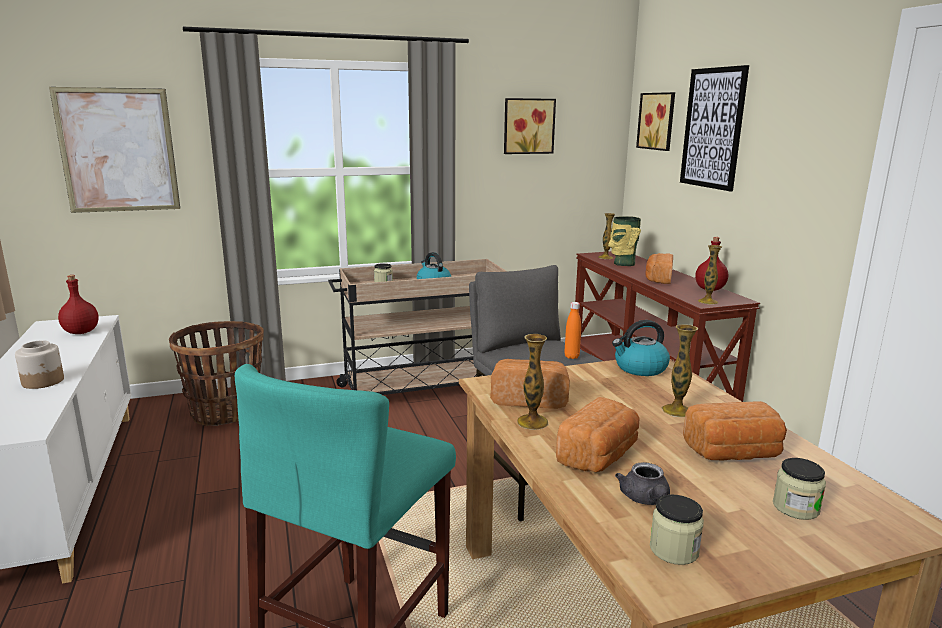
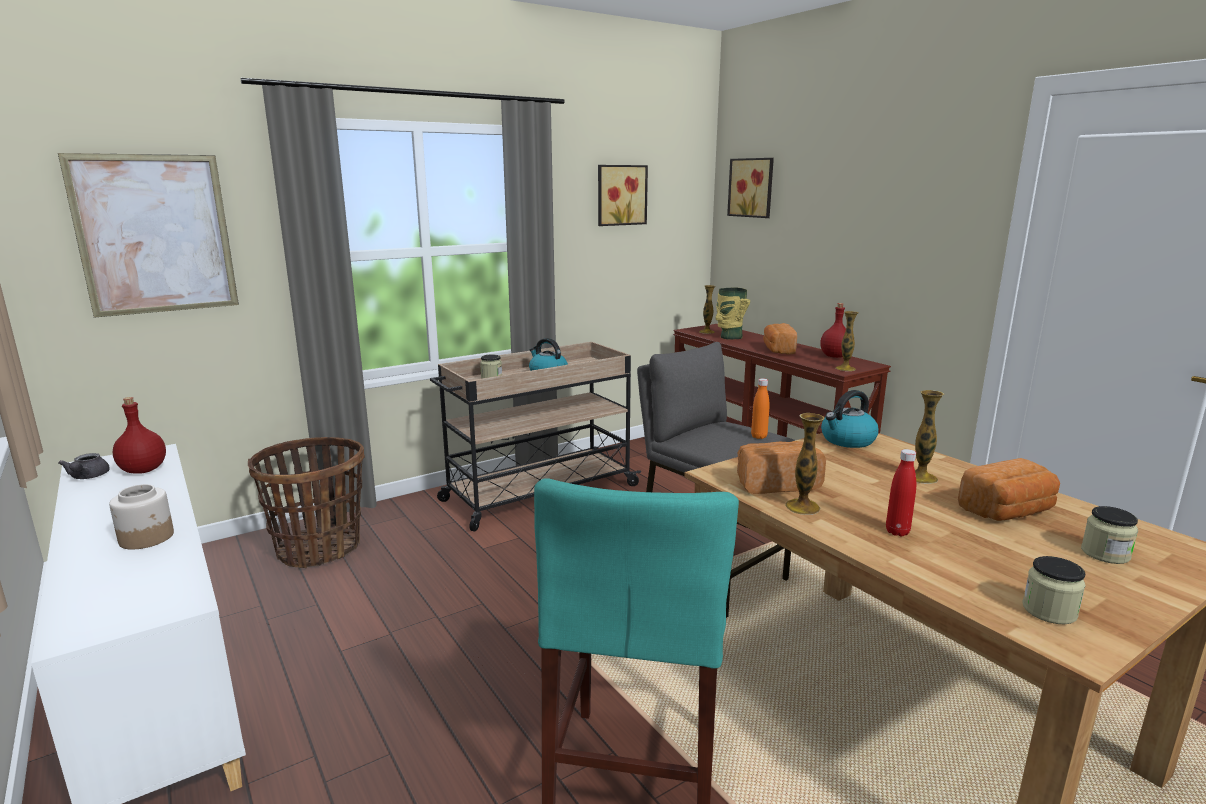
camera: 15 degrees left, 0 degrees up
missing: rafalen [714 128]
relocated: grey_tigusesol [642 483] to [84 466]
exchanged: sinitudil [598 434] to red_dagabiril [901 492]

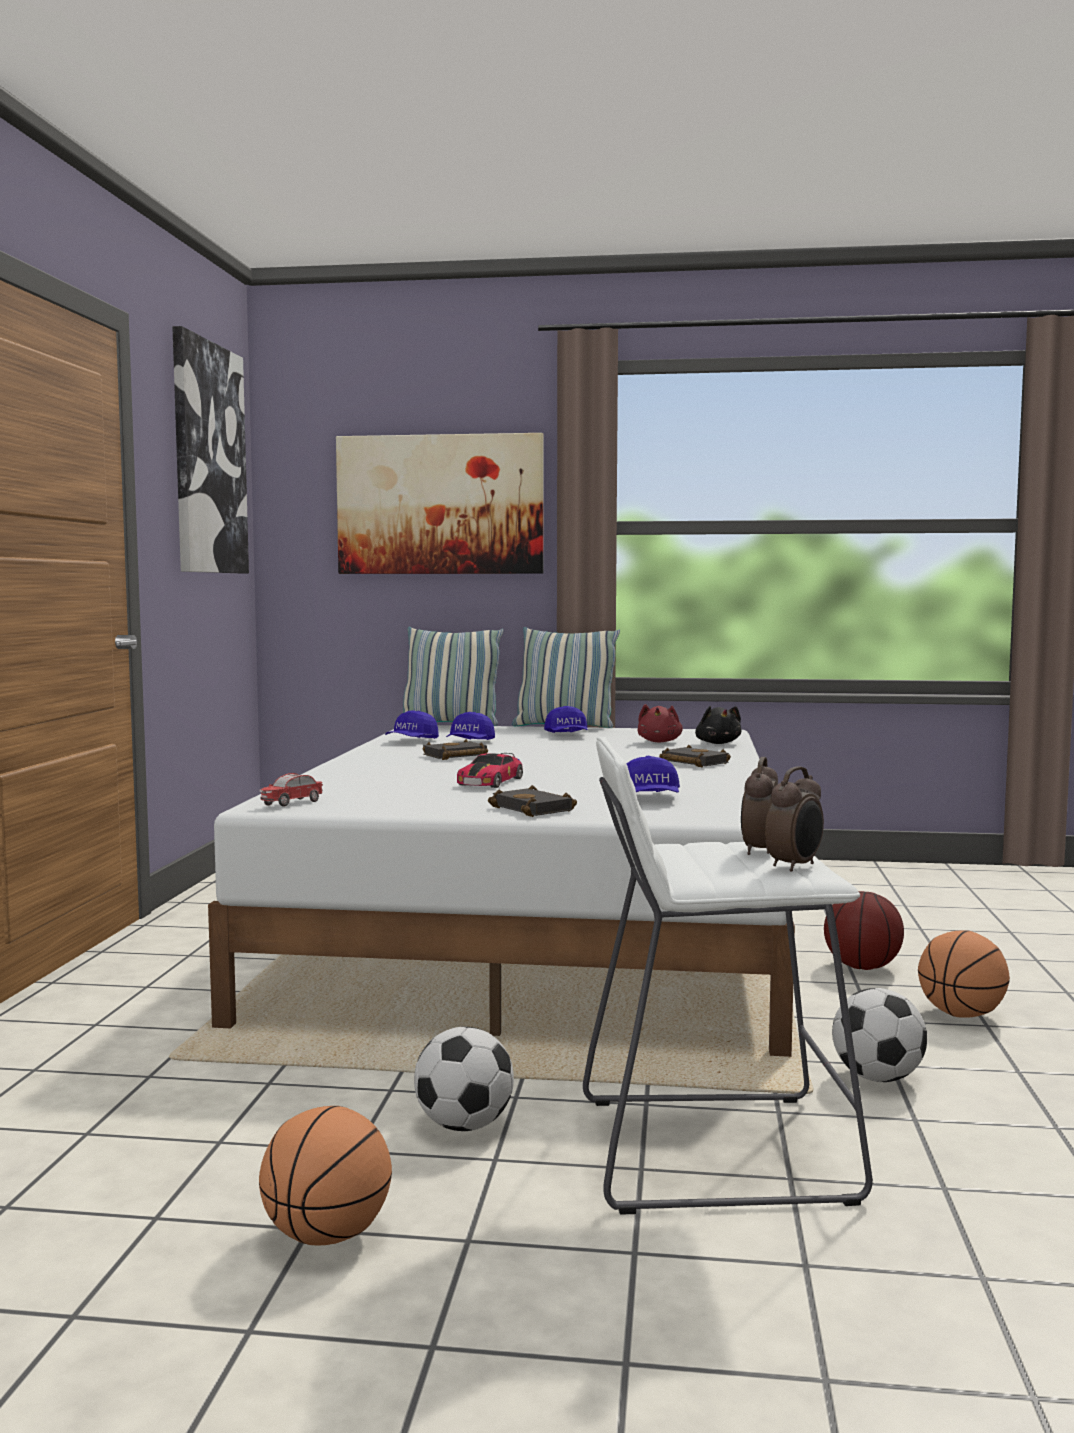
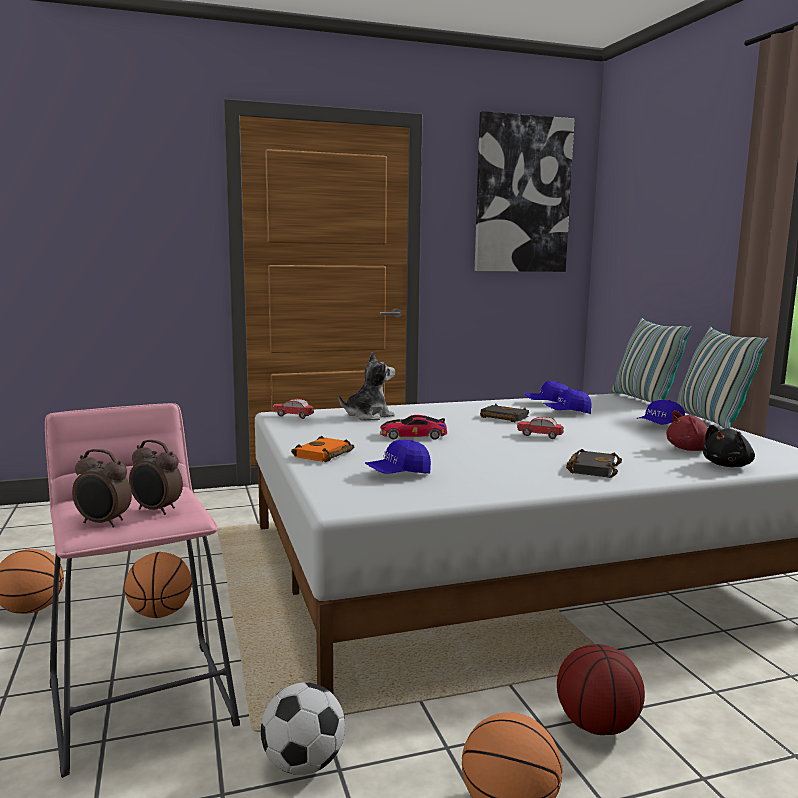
camera: 65 degrees right, 5 degrees up
missing: rafalen [440 503]
appeared: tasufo [367 386]; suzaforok [540 428]
exchanged: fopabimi [464 1079] to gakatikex [158 585]
colour: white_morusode [728 975] to pink_morusode [142 590]; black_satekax [532 801] to orange_satekax [322 449]
spun: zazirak [759 806] = [156 477] 150 degrees counterclockwise

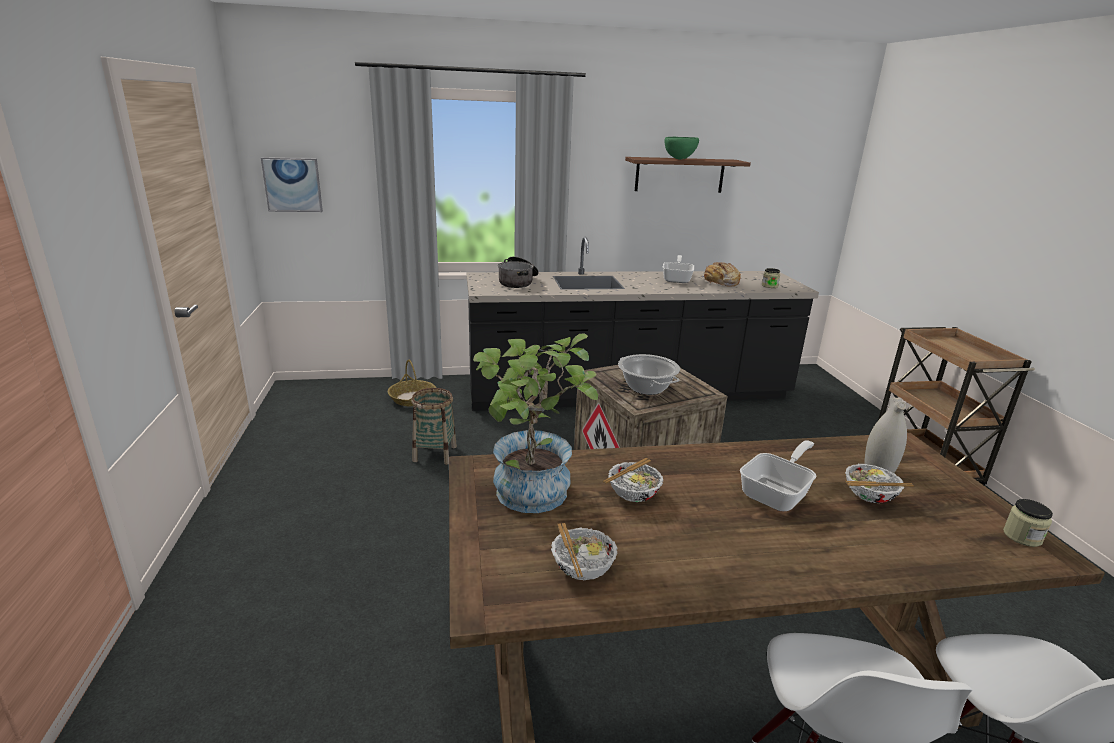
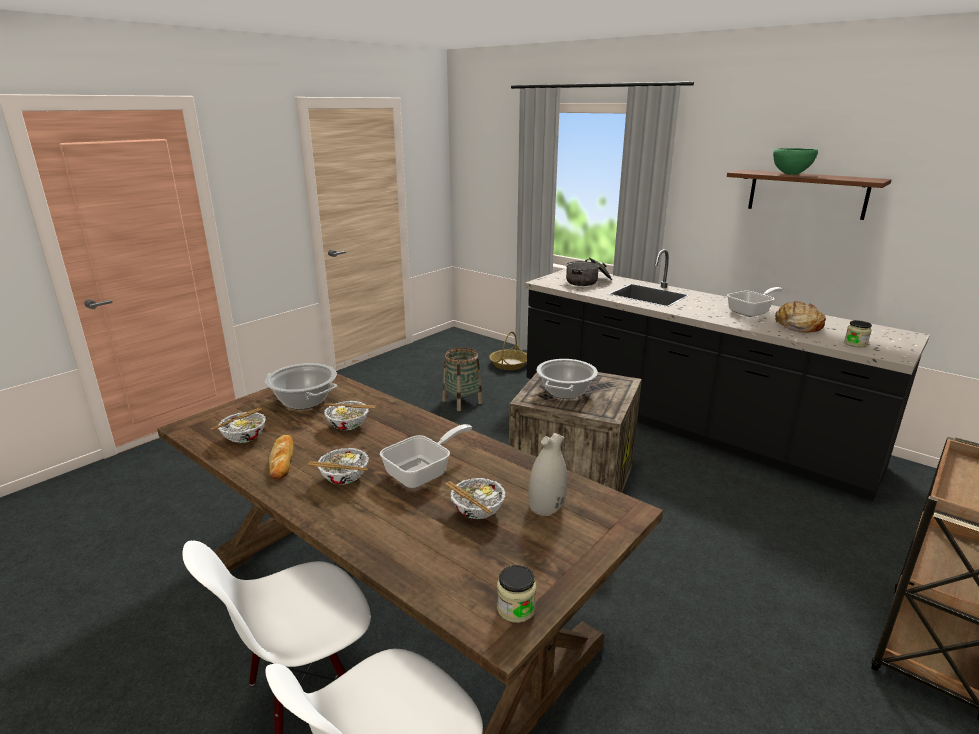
camera: 50 degrees right, 0 degrees up
missing: rafalen [292 184]
appeared: sinitudil [281 457]; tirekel [338 466]
exchanged: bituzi [535 423] to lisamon [301 386]
spun: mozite [778 475] = [426 456] 45 degrees counterclockwise

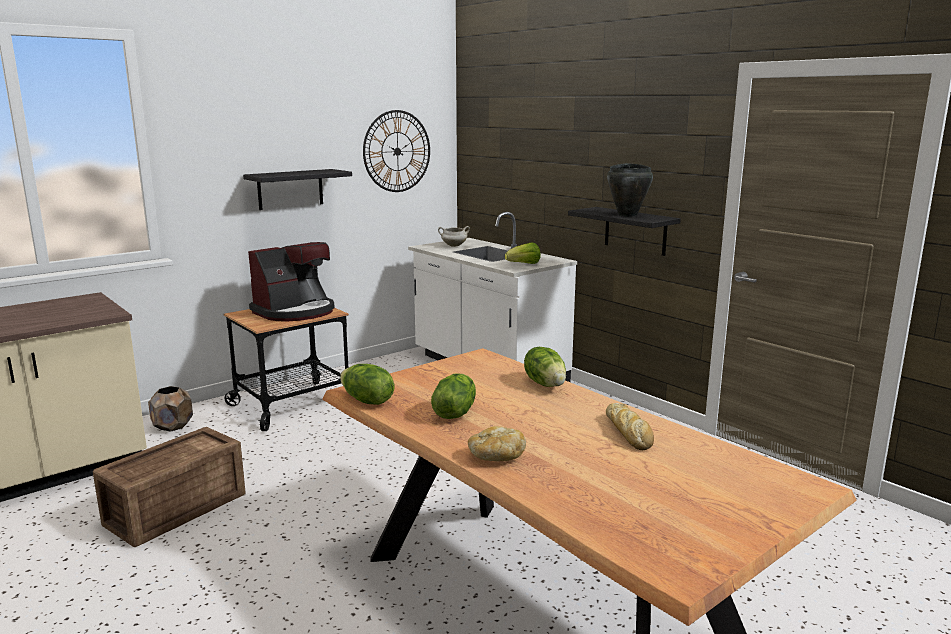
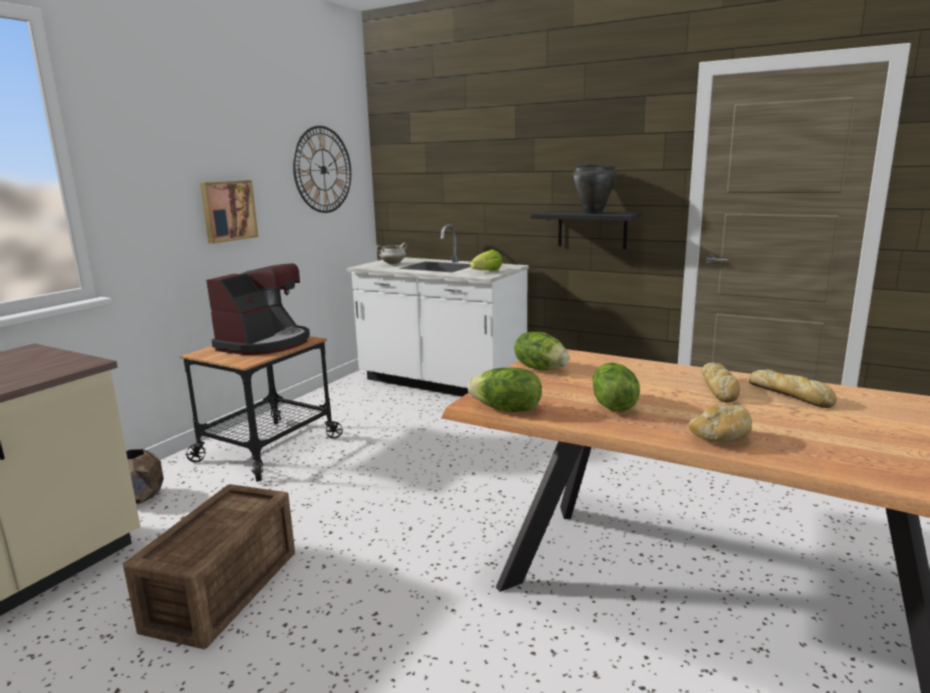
camera: 20 degrees left, 0 degrees up
appeared: sinitudil [721 382]
relocated: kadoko [545 367] to [542 351]
exchanged: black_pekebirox [297 189] to rafalen [229 212]

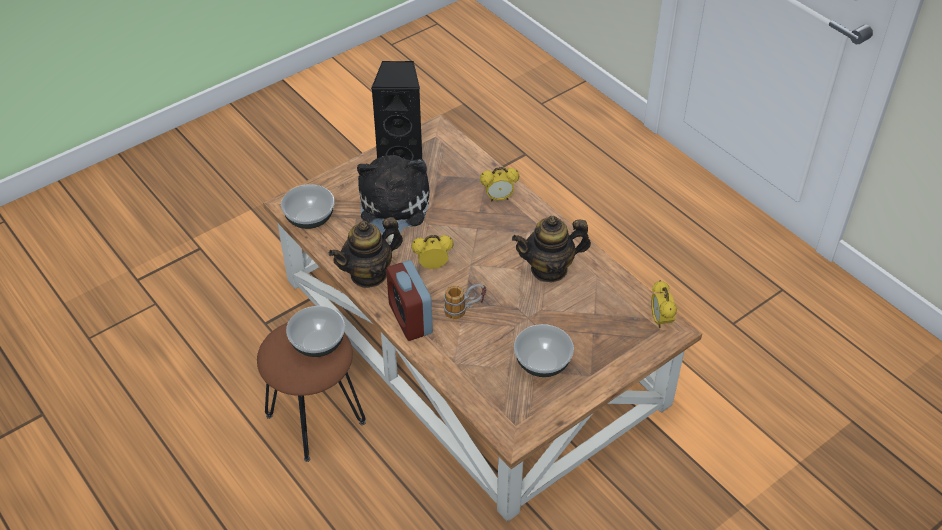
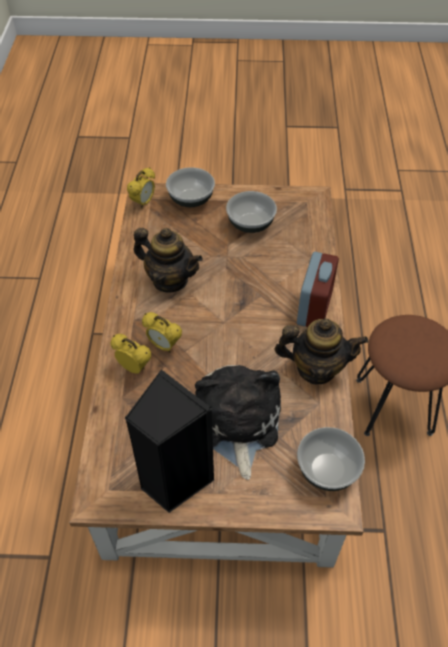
camera: 140 degrees left, 5 degrees up
missing: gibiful [465 301]
relocated: zazirak [432 252] to [162 332]; tirekel [315 331] to [190 187]
spun: tasufo [393 199] = [238 422] 135 degrees clockwise

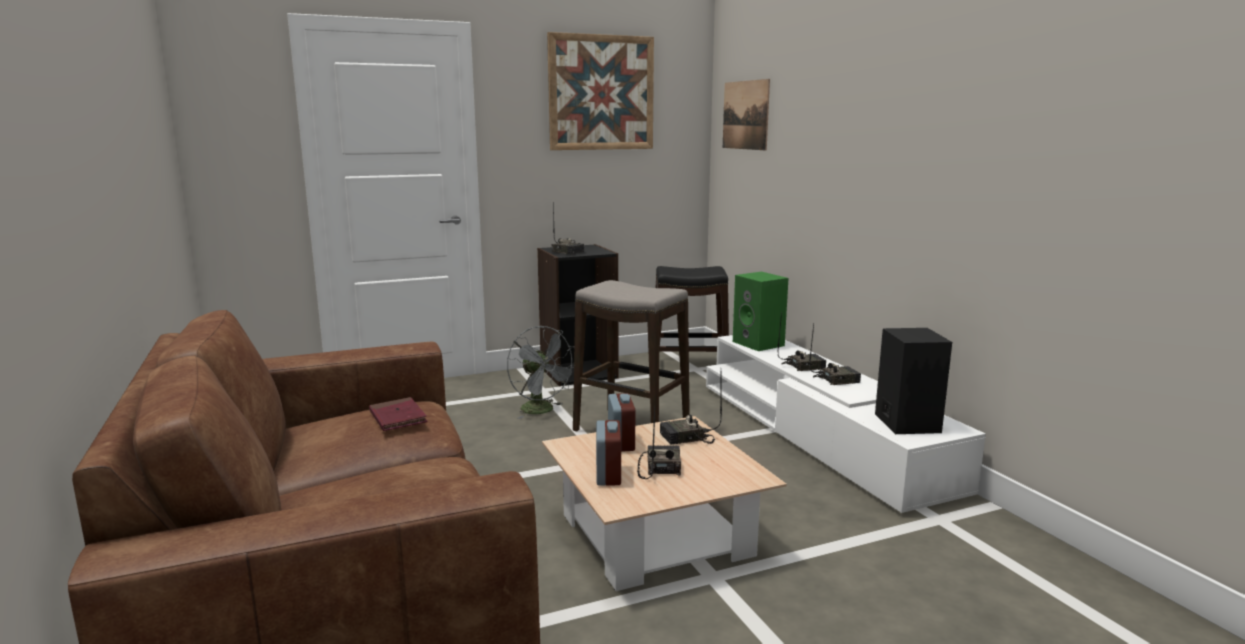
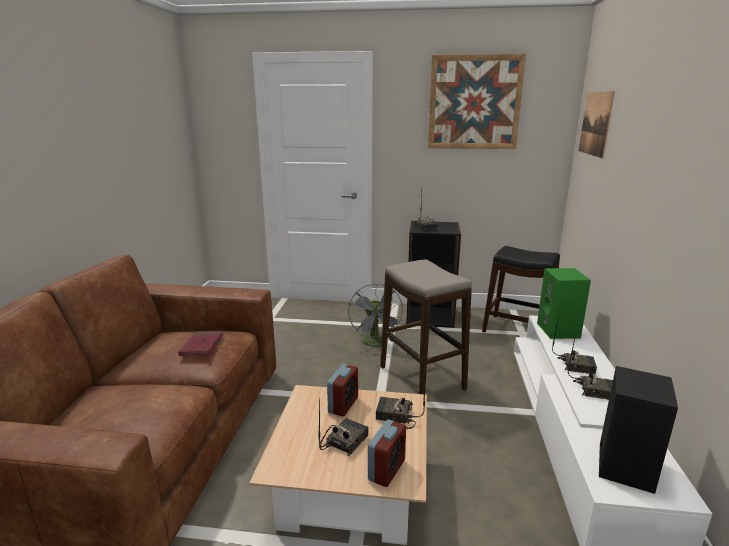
camera: 30 degrees right, 5 degrees up
relocated: zazirak [608 453] to [387 453]

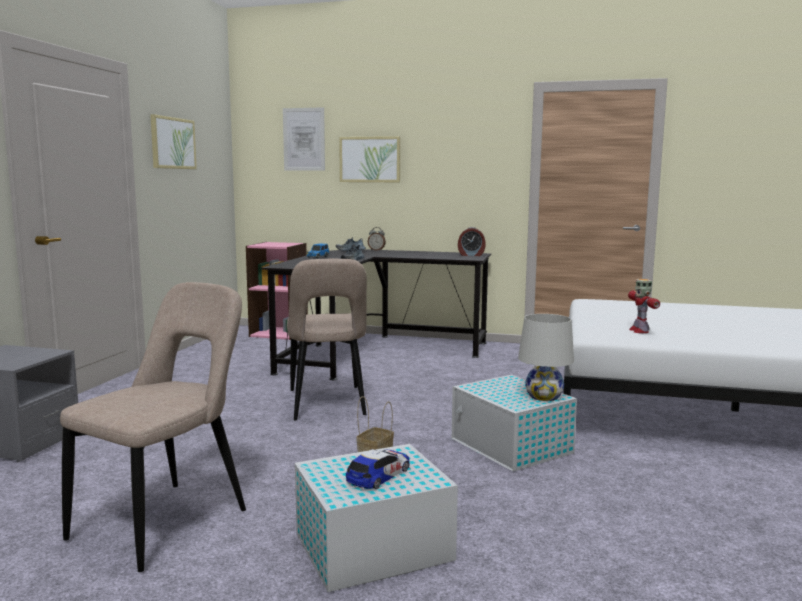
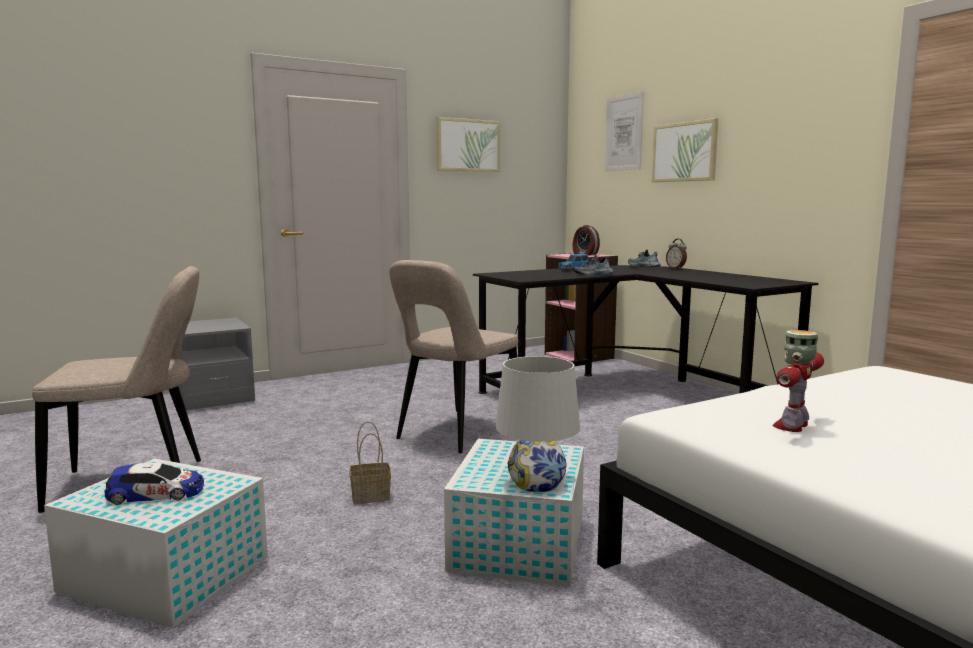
camera: 45 degrees right, 0 degrees up
relocated: zazirak [471 241] to [586 240]

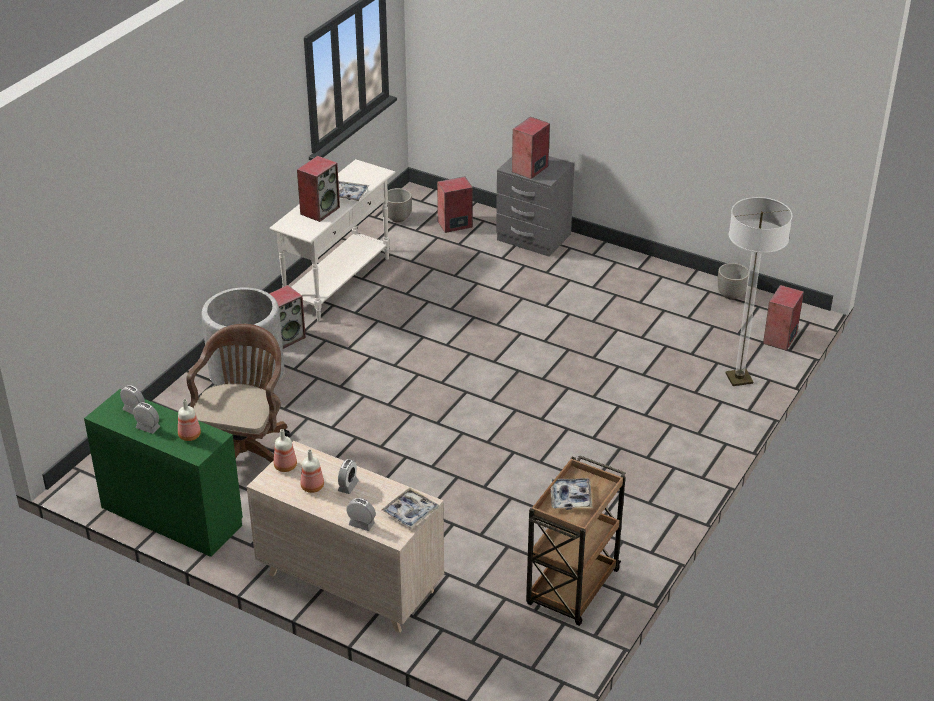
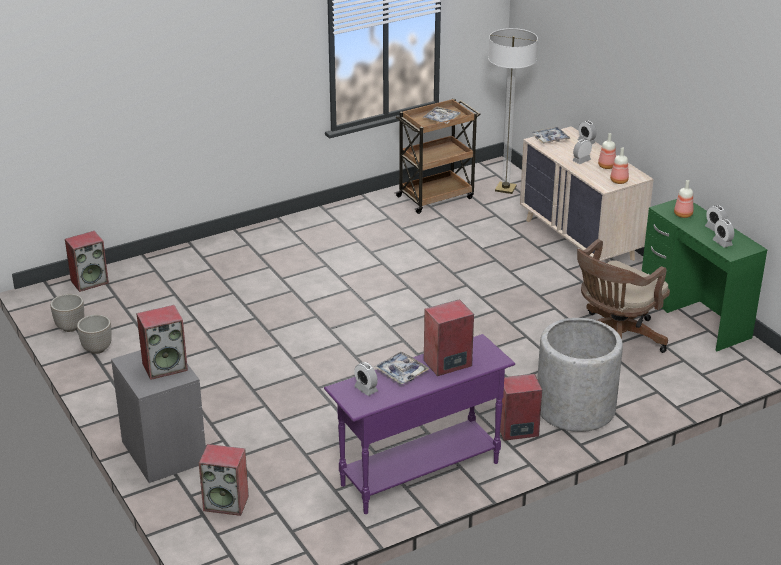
camera: 150 degrees left, 5 degrees down
appeared: zazirak [366 379]
relocated: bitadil [399 205] to [94 334]; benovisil [759 291] to [513 111]
colour: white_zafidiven [332 240] to purple_zafidiven [419 424]

